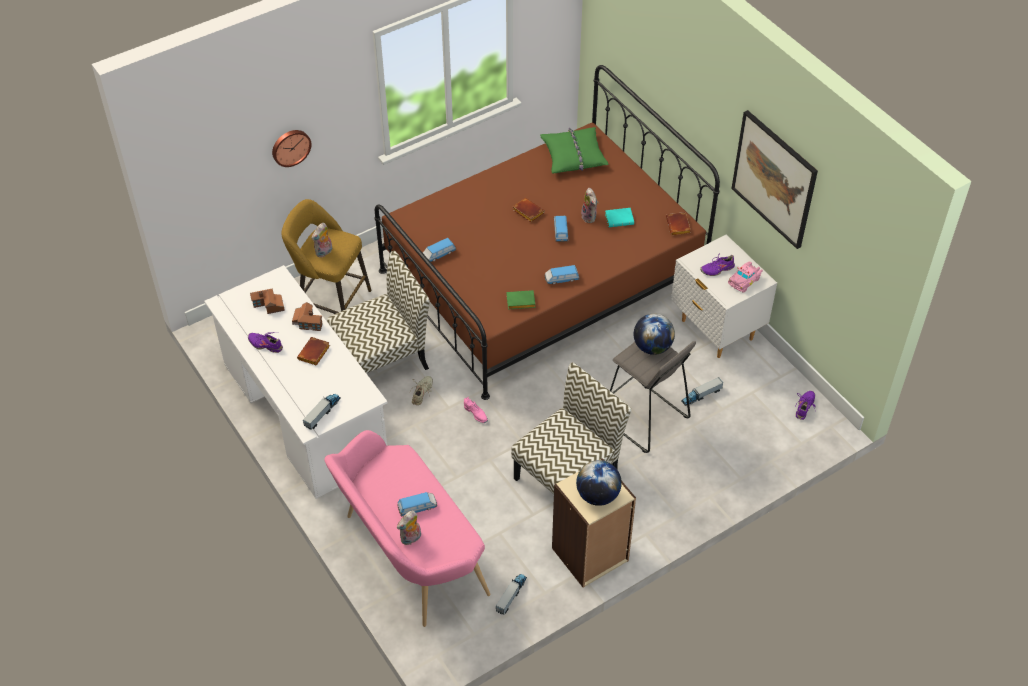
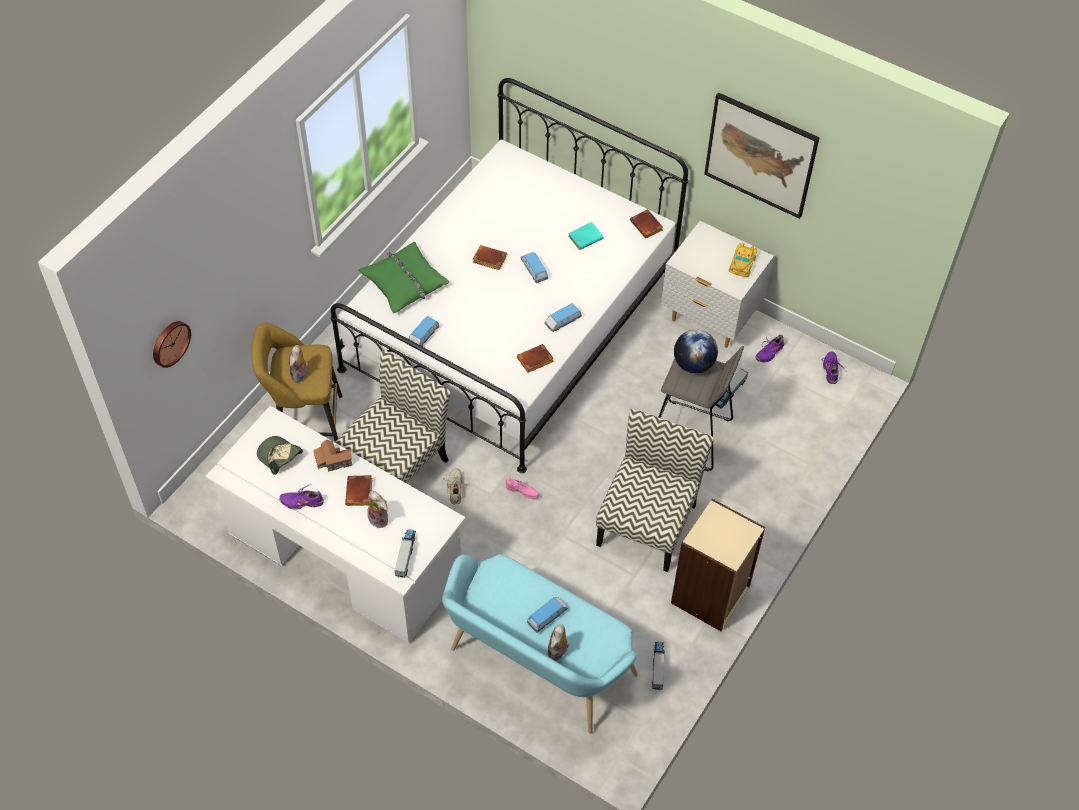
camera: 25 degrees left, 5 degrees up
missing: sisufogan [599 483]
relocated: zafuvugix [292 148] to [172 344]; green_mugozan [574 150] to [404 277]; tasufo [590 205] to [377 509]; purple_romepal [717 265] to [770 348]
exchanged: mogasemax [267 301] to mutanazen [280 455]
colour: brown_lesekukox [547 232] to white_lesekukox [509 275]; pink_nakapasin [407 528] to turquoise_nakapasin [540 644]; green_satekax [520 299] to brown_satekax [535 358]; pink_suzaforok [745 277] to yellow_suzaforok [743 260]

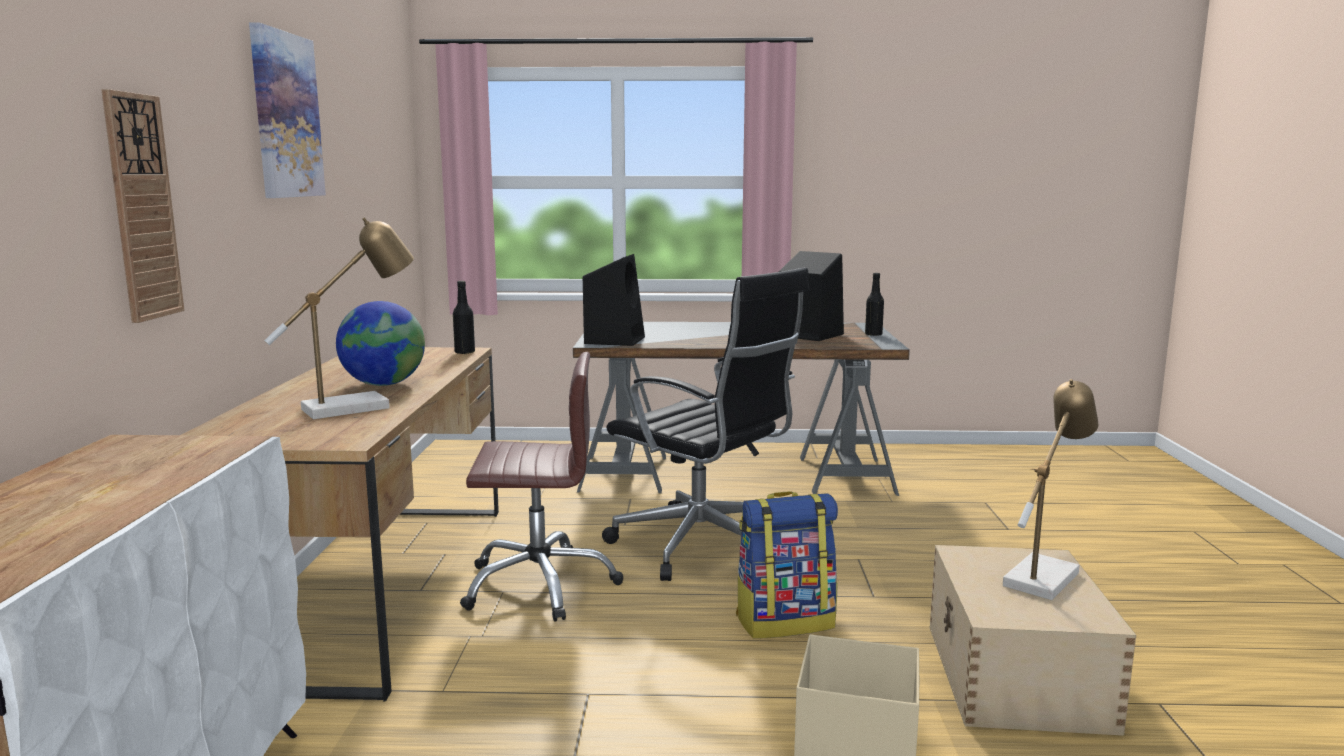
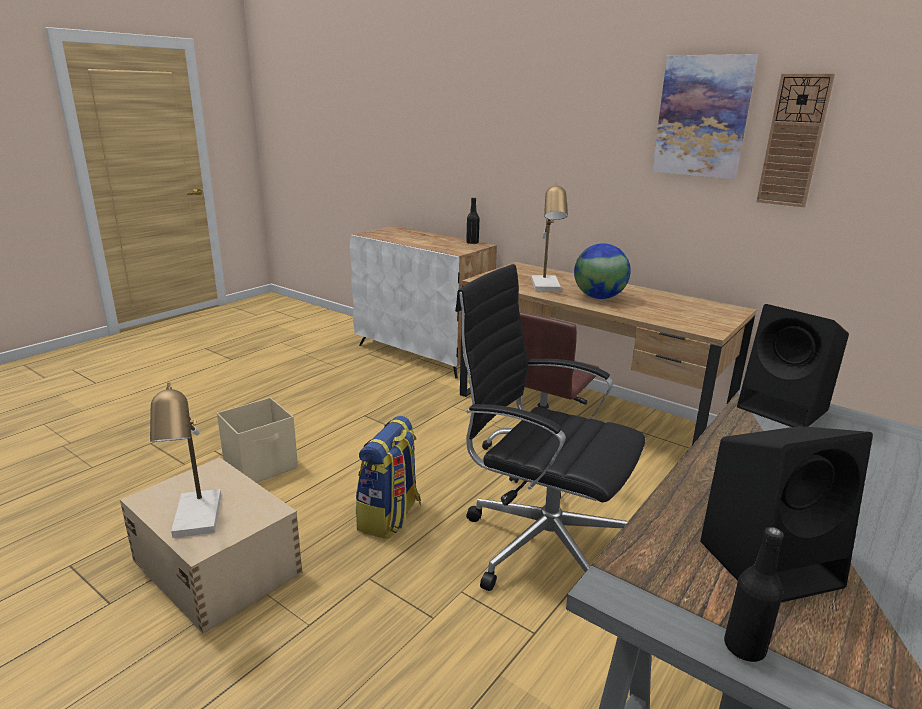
camera: 125 degrees right, 10 degrees up
relocated: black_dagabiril [464 317] to [472 220]; zafuvugix [142 206] to [795 140]
spun: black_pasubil [705 424] = [550 427] 45 degrees clockwise

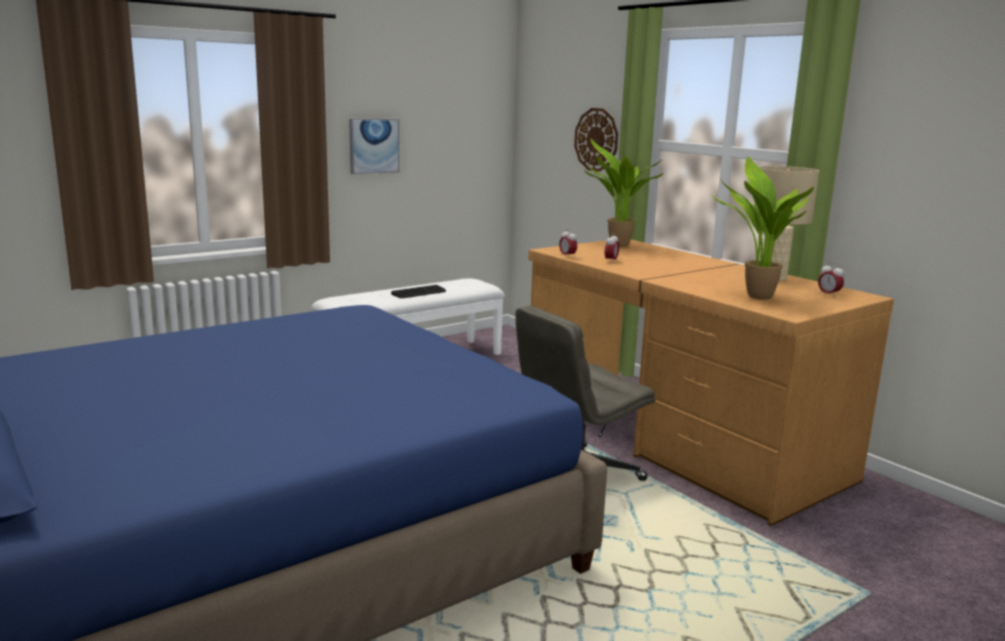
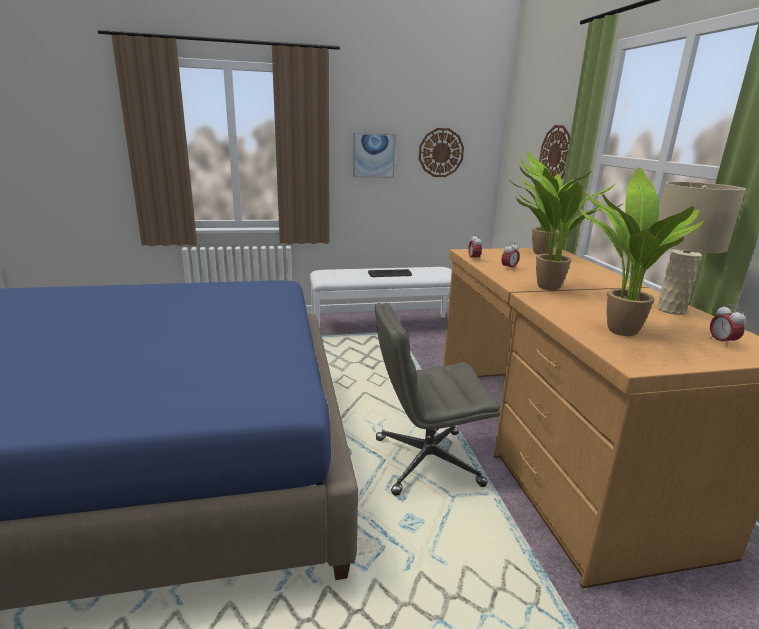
camera: 25 degrees right, 5 degrees up
appeared: zafuvugix [441 152]; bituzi [570 224]

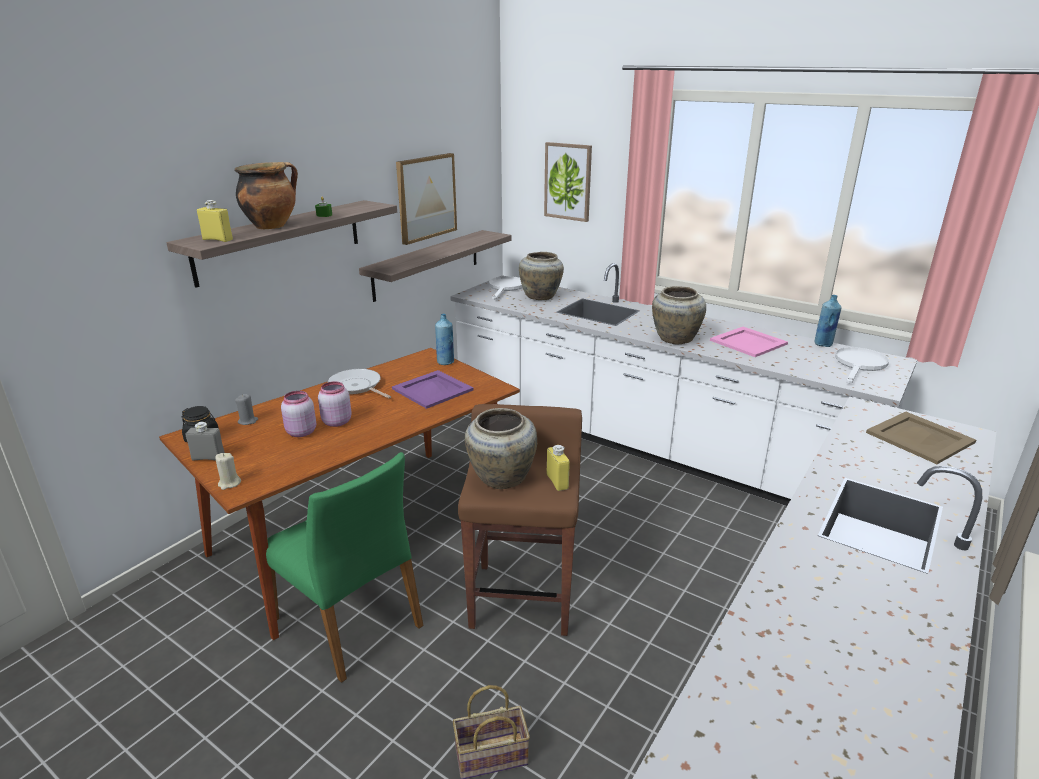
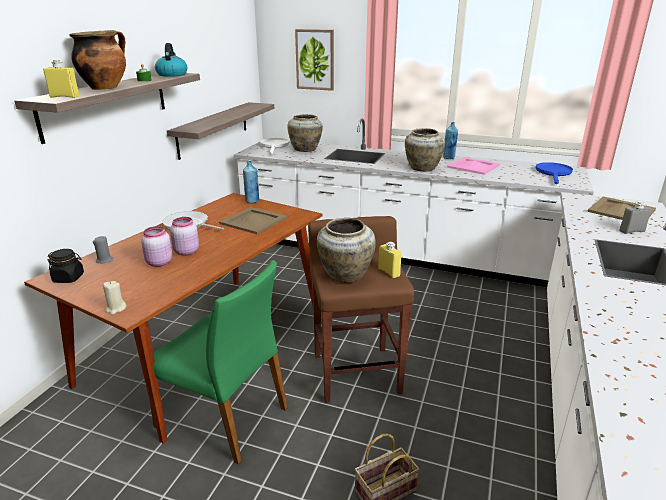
camera: 15 degrees left, 0 degrees up
missing: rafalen [426 199]
appeared: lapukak [171 60]
relocated: blue_dagabiril [828 321] to [450 140]; grey_dagabiril [205 441] to [636 217]
colour: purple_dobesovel [432 389] to beige_dobesovel [253 220]; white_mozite [862 365] to blue_mozite [554 173]

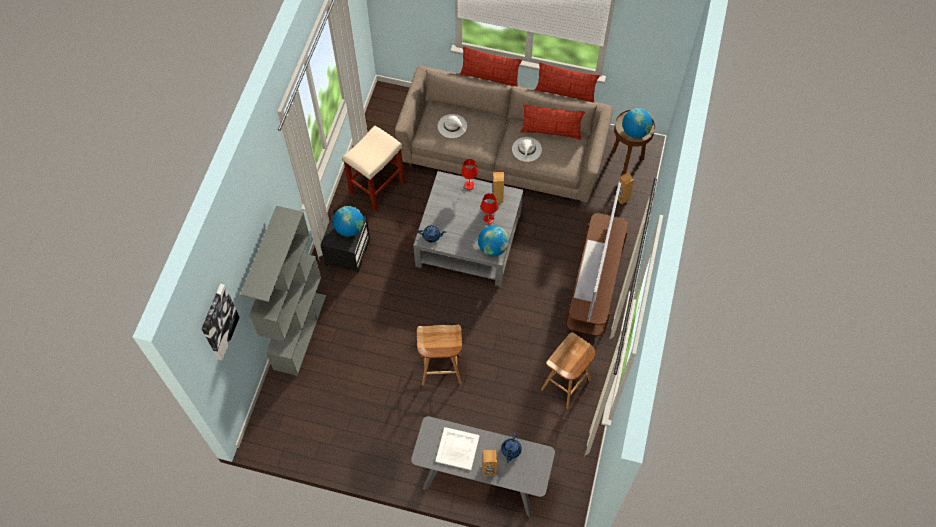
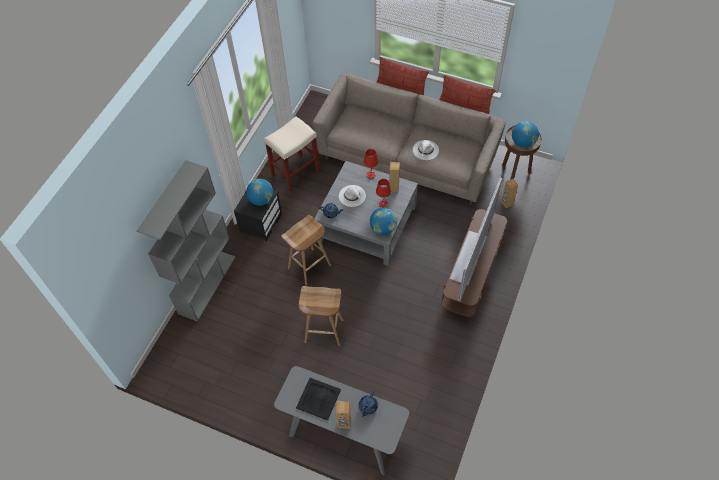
camera: 10 degrees right, 5 degrees down
missing: rafalen [220 322]; mugozan [552 122]
relocated: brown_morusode [568 370] to [306 250]; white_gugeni [452 126] to [352 196]
colour: white_dobesovel [457 448] to black_dobesovel [318 399]

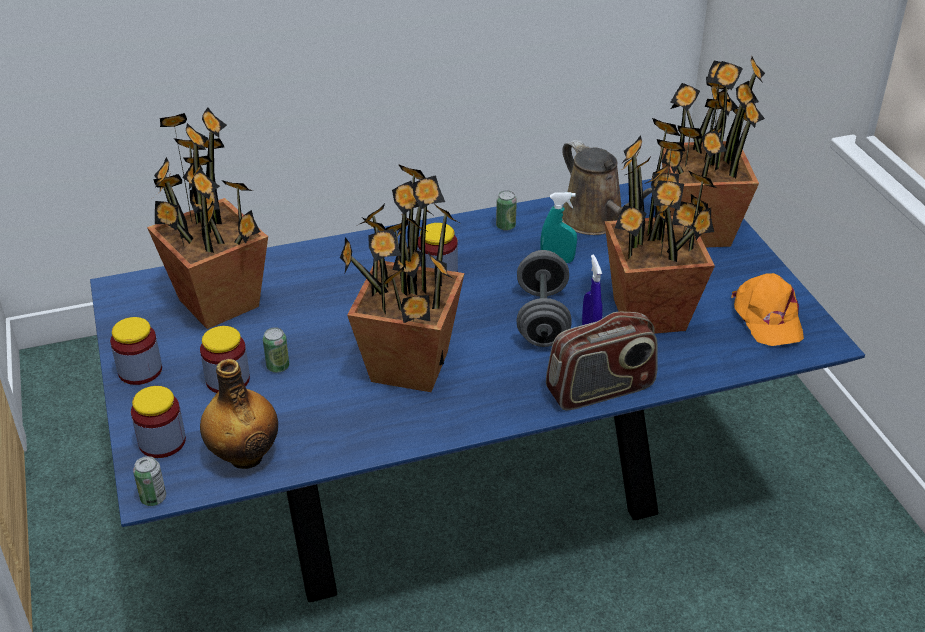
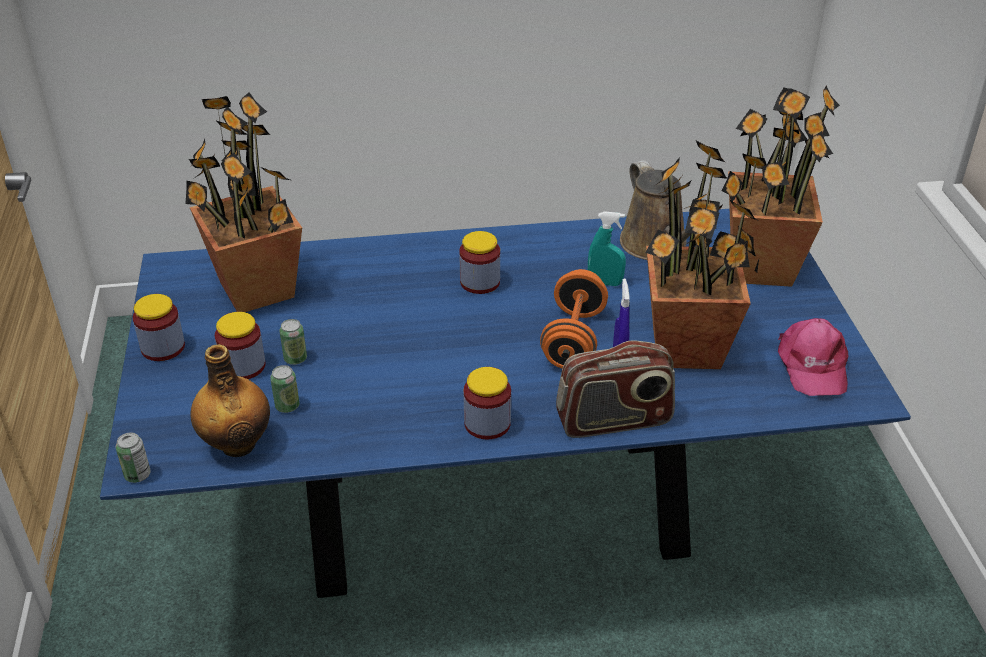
camera: 10 degrees right, 0 degrees up
missing: bituzi [402 278]
relocated: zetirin [506 210] to [284 389]; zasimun [158 422] to [487 403]
colour: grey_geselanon [544 298] to orange_geselanon [574 318]; orange_mutanazen [767 309] to pink_mutanazen [813 357]

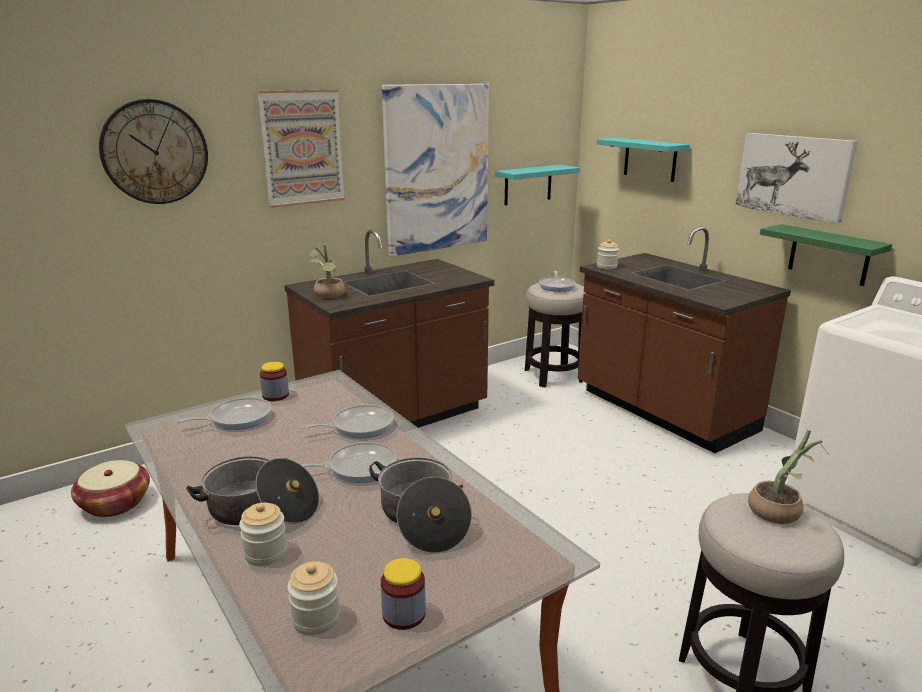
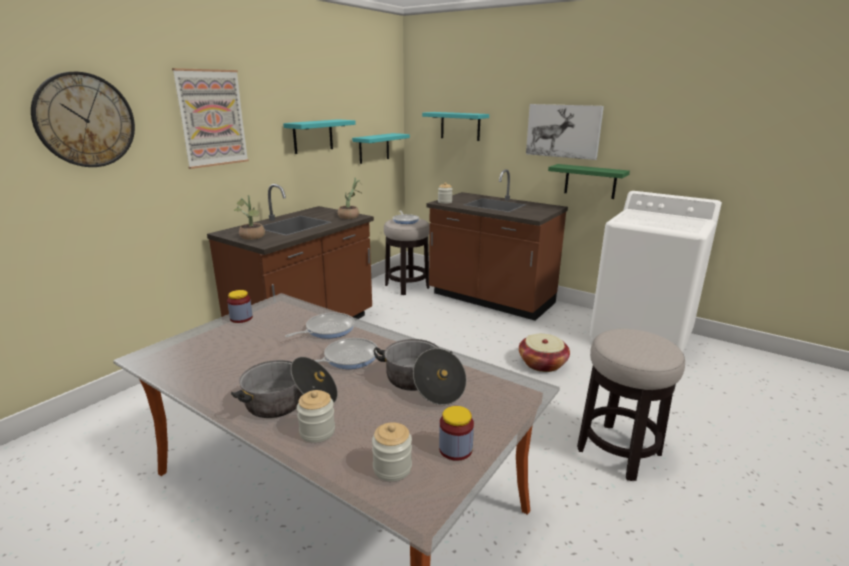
camera: 20 degrees left, 0 degrees up
missing: mozite [224 413]
relocated: bituzi [788 477] to [349 198]; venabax [110 488] to [544 353]
exchanged: rafalen [435 170] to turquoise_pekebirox [319 136]

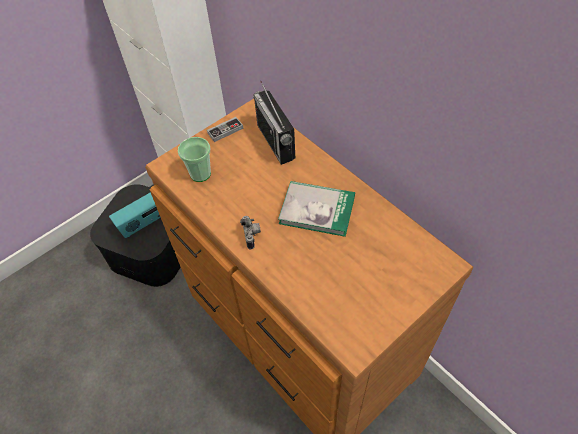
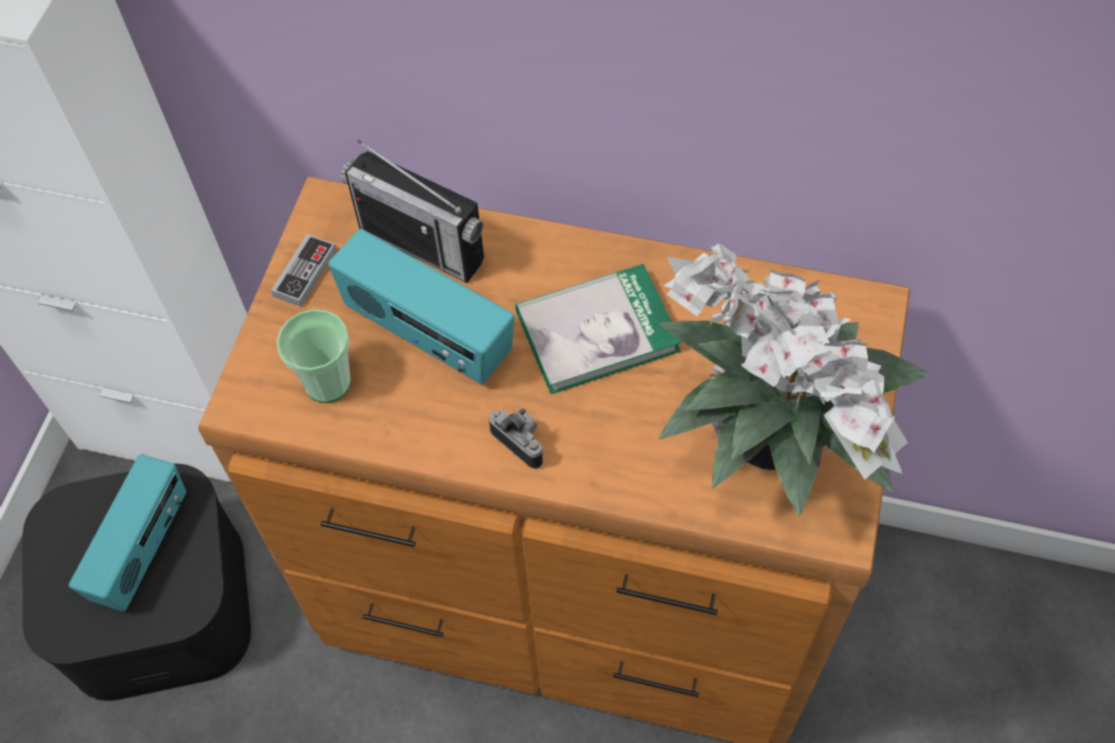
camera: 35 degrees left, 5 degrees up
appeared: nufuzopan [421 306]; bituzi [793 380]

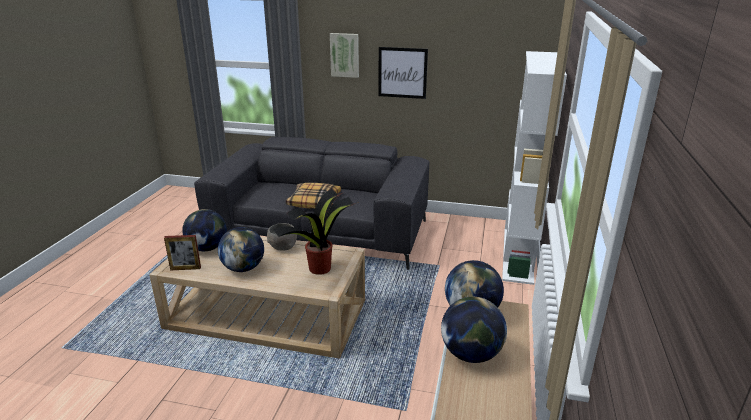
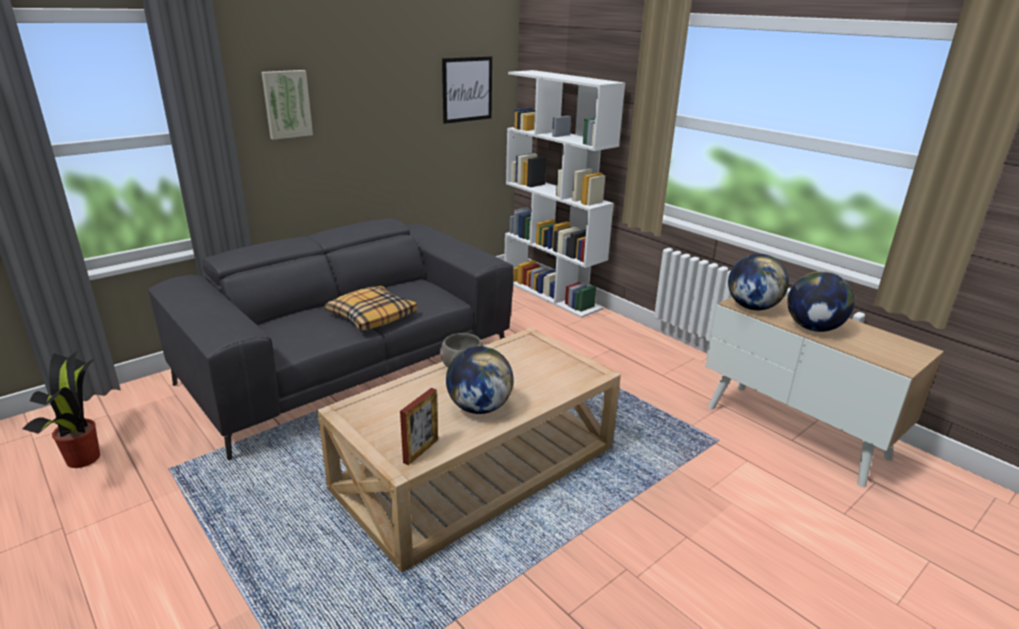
camera: 55 degrees left, 0 degrees up
missing: sisufogan [204 230]
relocated: bituzi [316 232] to [61 409]; rafalen [403 73] to [467 90]

